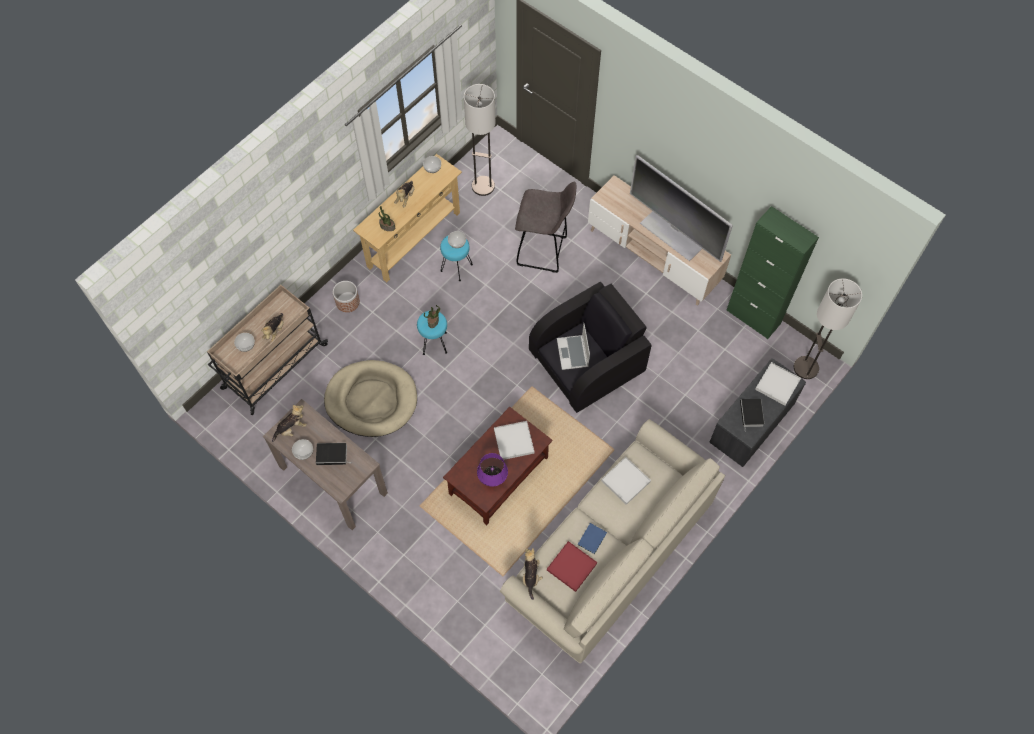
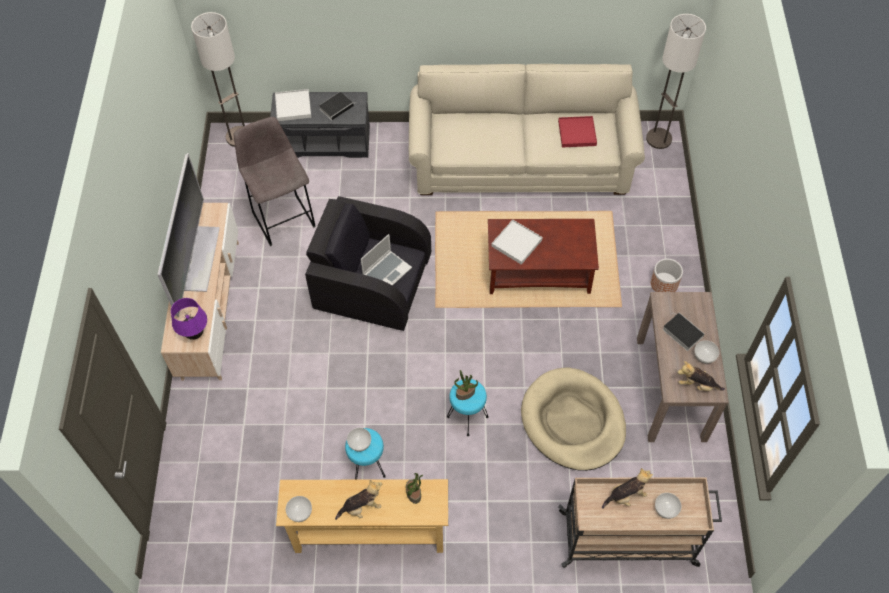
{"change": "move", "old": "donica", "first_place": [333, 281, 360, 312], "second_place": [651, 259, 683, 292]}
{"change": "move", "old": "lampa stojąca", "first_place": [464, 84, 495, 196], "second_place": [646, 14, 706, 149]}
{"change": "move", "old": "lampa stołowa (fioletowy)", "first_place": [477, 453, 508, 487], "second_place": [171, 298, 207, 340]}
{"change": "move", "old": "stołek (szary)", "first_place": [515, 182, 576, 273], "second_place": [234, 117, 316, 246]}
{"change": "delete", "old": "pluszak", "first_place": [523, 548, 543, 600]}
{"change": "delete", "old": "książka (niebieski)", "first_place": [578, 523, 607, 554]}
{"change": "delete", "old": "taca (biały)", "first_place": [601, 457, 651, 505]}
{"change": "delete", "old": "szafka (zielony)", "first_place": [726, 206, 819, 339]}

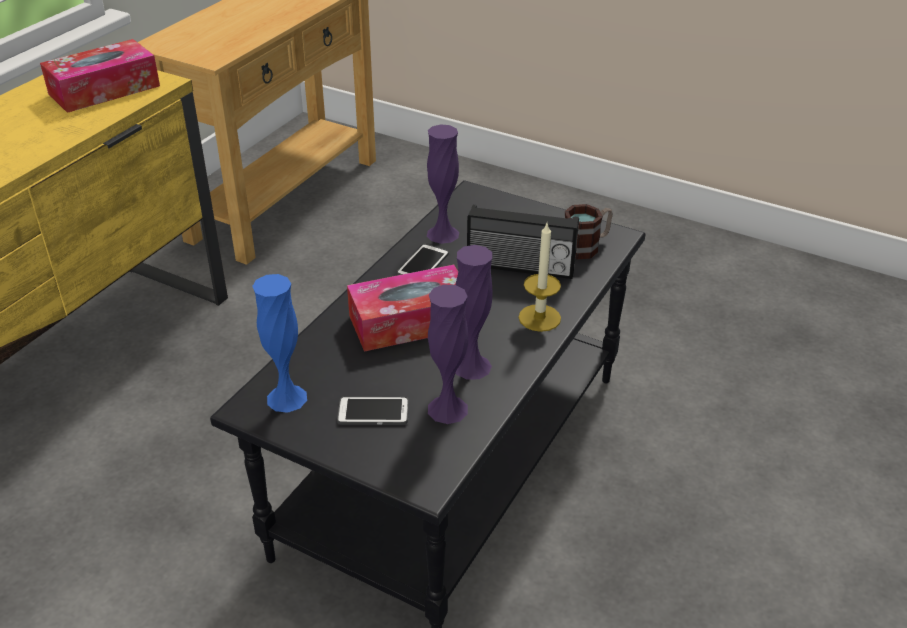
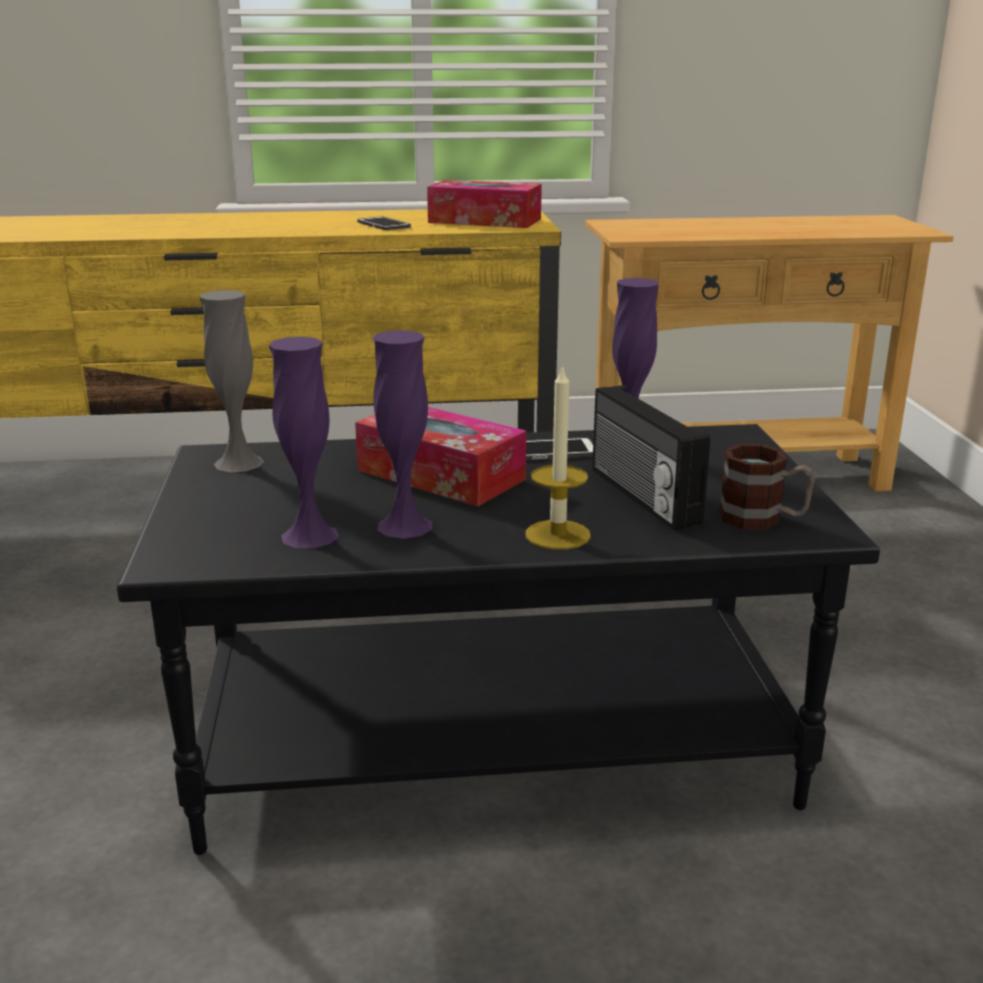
{"change": "recolor", "old": "wazon (niebieski)", "new": "wazon (szary)", "first_place": [252, 274, 307, 413], "second_place": [199, 290, 264, 472]}
{"change": "move", "old": "telefon", "first_place": [337, 396, 409, 425], "second_place": [357, 216, 411, 230]}

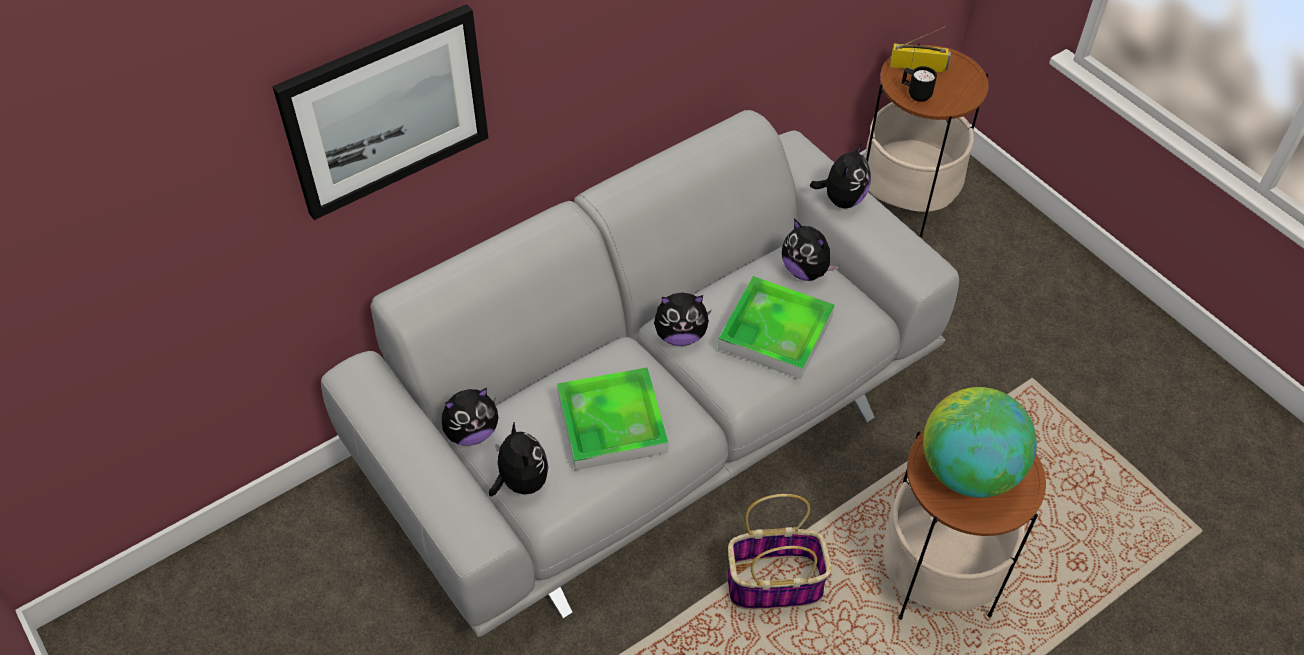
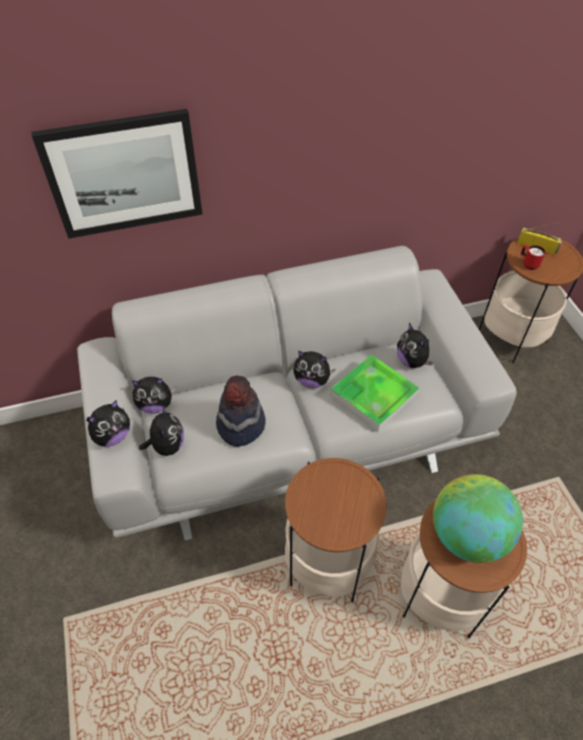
{"change": "replace", "old": "taca", "new": "kapelusz", "first_place": [557, 368, 669, 471], "second_place": [216, 375, 266, 447]}
{"change": "replace", "old": "koszyk", "new": "stolik", "first_place": [727, 494, 832, 610], "second_place": [285, 458, 387, 602]}
{"change": "move", "old": "pluszak", "first_place": [810, 143, 871, 208], "second_place": [87, 400, 130, 446]}
{"change": "recolor", "old": "kubek (czarny)", "new": "kubek (czerwony)", "first_place": [902, 66, 937, 102], "second_place": [520, 244, 546, 270]}

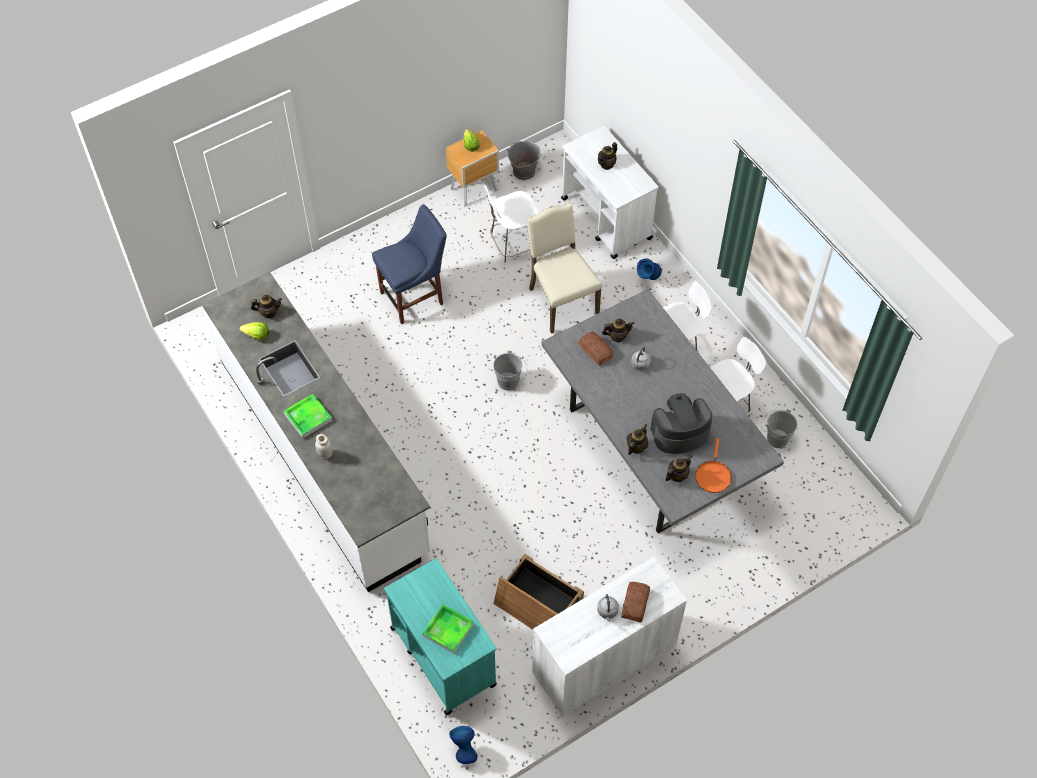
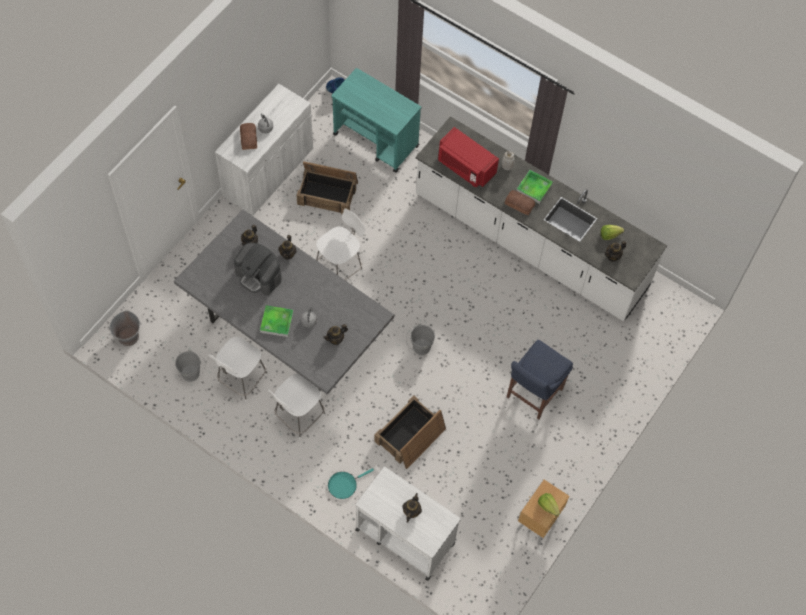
{"change": "move", "old": "taca", "first_place": [422, 604, 474, 654], "second_place": [260, 305, 294, 337]}
{"change": "move", "old": "stołek (biały)", "first_place": [484, 185, 538, 266], "second_place": [316, 208, 365, 280]}
{"change": "move", "old": "wiadro (szary)", "first_place": [507, 141, 542, 180], "second_place": [108, 310, 142, 346]}
{"change": "replace", "old": "krzesło (beżowy)", "new": "skrzynka", "first_place": [526, 202, 602, 334], "second_place": [374, 395, 446, 469]}
{"change": "move", "old": "chleb", "first_place": [578, 332, 614, 366], "second_place": [505, 190, 535, 215]}
{"change": "replace", "old": "wazon (niebieski)", "new": "patelnia (turkusowy)", "first_place": [637, 259, 662, 280], "second_place": [328, 468, 374, 499]}
{"change": "rotate", "old": "ekspres do kawy", "first_place": [650, 393, 713, 454], "second_place": [234, 243, 282, 296], "degrees": 75}
{"change": "delete", "old": "patelnia (pomarańczowy)", "first_place": [695, 438, 732, 493]}
{"change": "insert", "new": "mikrofalówka (czerwony)", "second_place": [438, 127, 499, 187]}

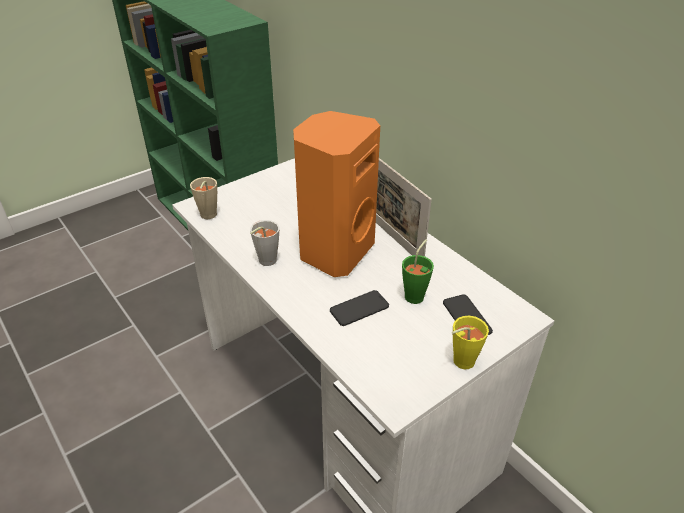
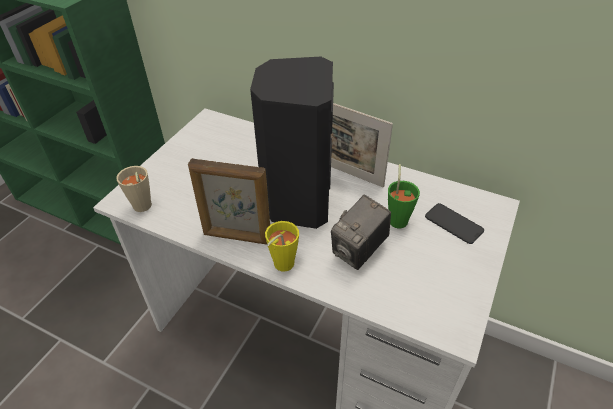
{"change": "replace", "old": "filiżanka (szary)", "new": "ramka na zdjęcie", "first_place": [250, 220, 280, 266], "second_place": [188, 158, 270, 245]}
{"change": "recolor", "old": "głośnik (pomarańczowy)", "new": "głośnik (czarny)", "first_place": [293, 111, 380, 277], "second_place": [250, 56, 334, 229]}
{"change": "replace", "old": "telefon", "new": "aparat fotograficzny", "first_place": [330, 290, 389, 326], "second_place": [331, 195, 391, 270]}
{"change": "move", "old": "filiżanka (żółty)", "first_place": [452, 316, 489, 369], "second_place": [265, 221, 299, 272]}

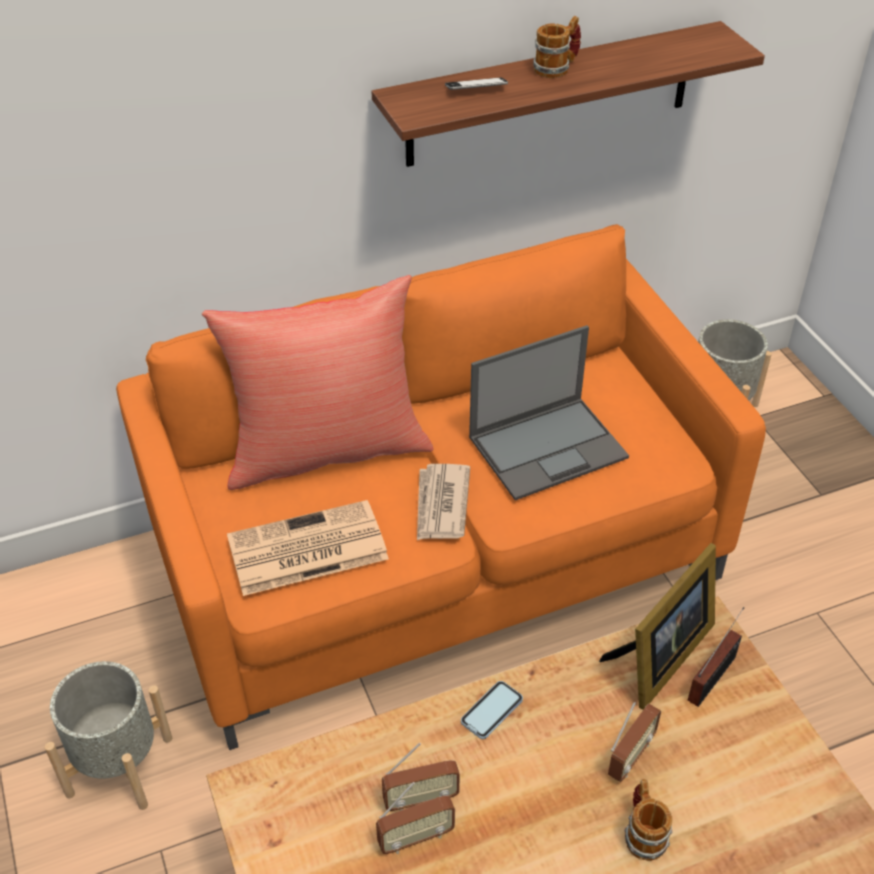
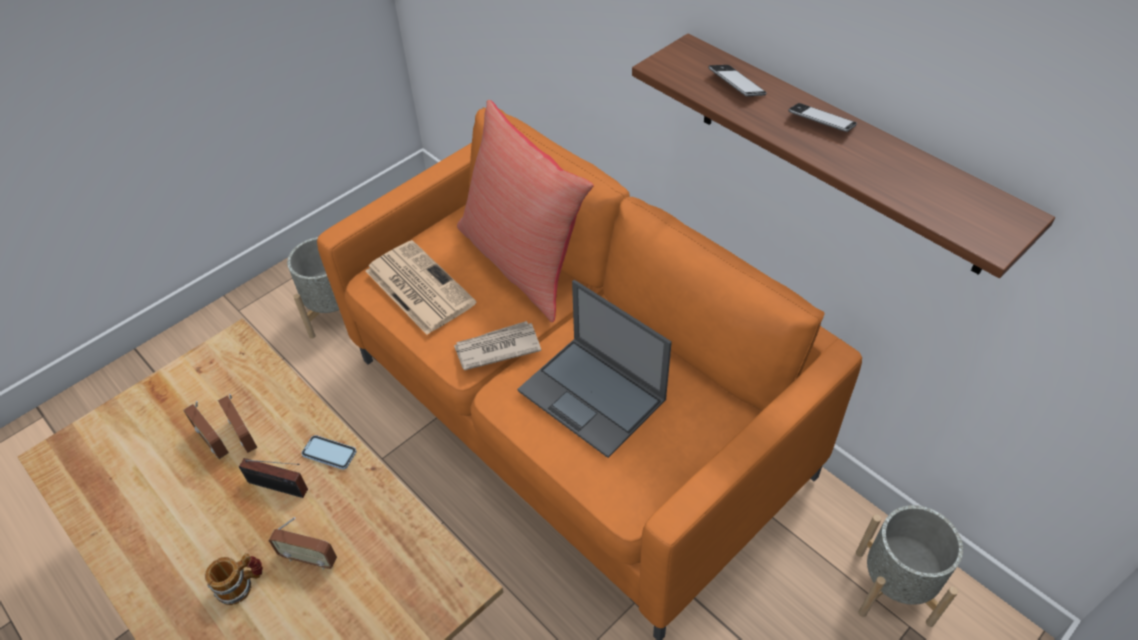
{"change": "replace", "old": "kubek", "new": "telefon", "first_place": [533, 16, 581, 78], "second_place": [788, 103, 857, 132]}
{"change": "delete", "old": "ramka na zdjęcie", "first_place": [599, 543, 716, 710]}
{"change": "move", "old": "radio", "first_place": [688, 607, 745, 707], "second_place": [239, 458, 308, 498]}

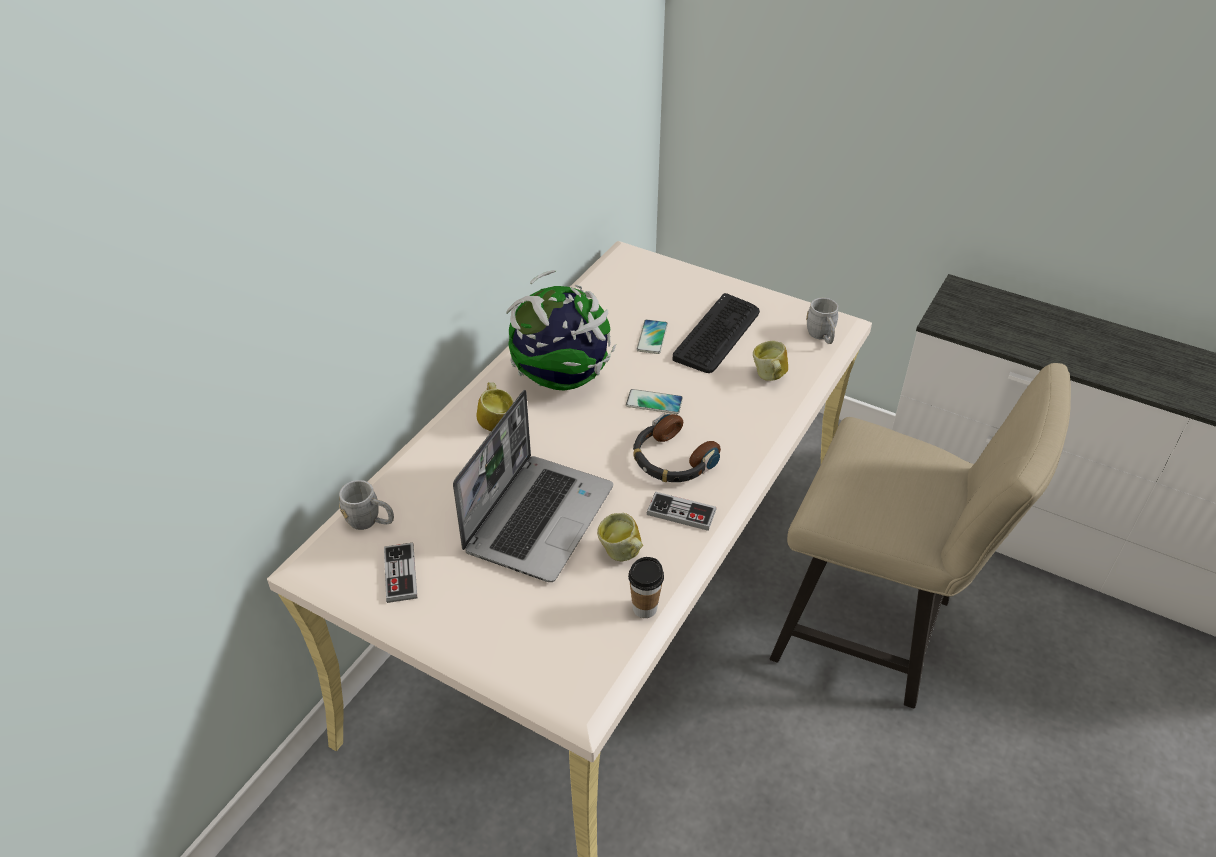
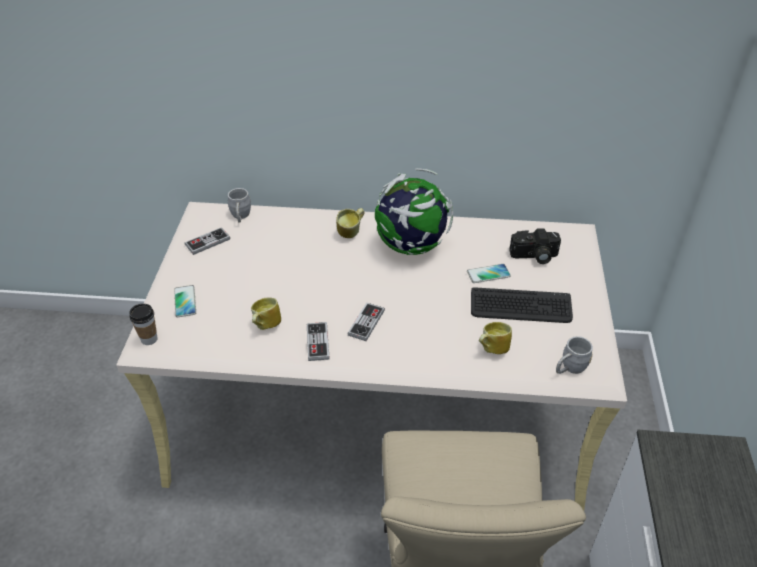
{"change": "delete", "old": "laptop", "first_place": [453, 390, 613, 582]}
{"change": "move", "old": "telefon", "first_place": [626, 389, 683, 414], "second_place": [174, 285, 196, 317]}
{"change": "move", "old": "filiżanka", "first_place": [628, 557, 664, 618], "second_place": [129, 304, 158, 345]}
{"change": "replace", "old": "słuchawki", "new": "pad do gier", "first_place": [633, 414, 721, 482], "second_place": [348, 302, 385, 341]}
{"change": "insert", "new": "aparat fotograficzny", "second_place": [509, 228, 561, 264]}

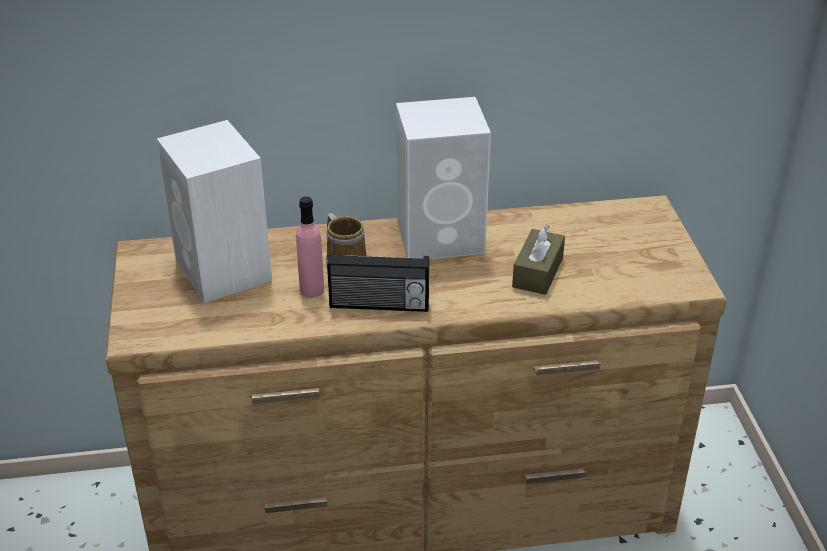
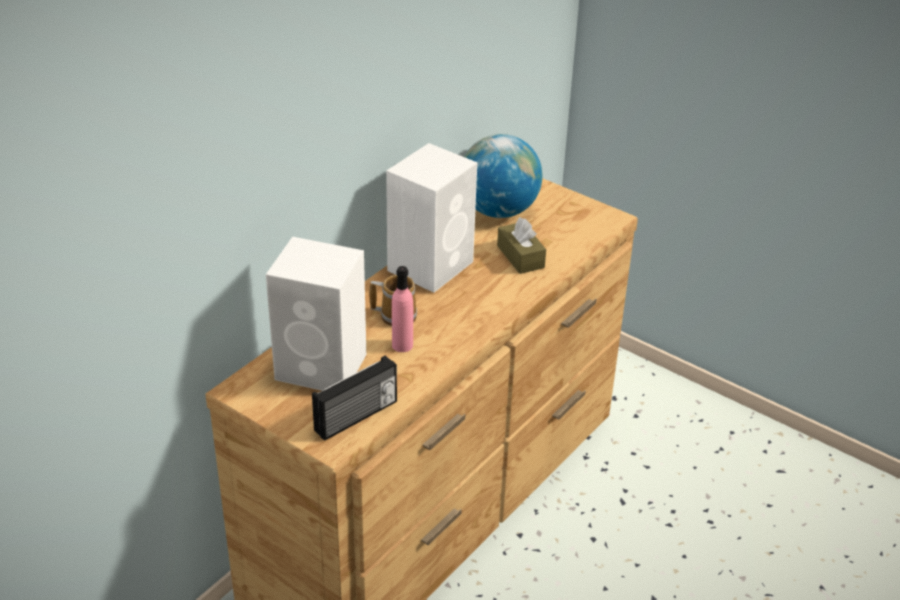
{"change": "move", "old": "radio", "first_place": [327, 252, 429, 312], "second_place": [312, 356, 397, 441]}
{"change": "insert", "new": "globus", "second_place": [464, 134, 543, 218]}

